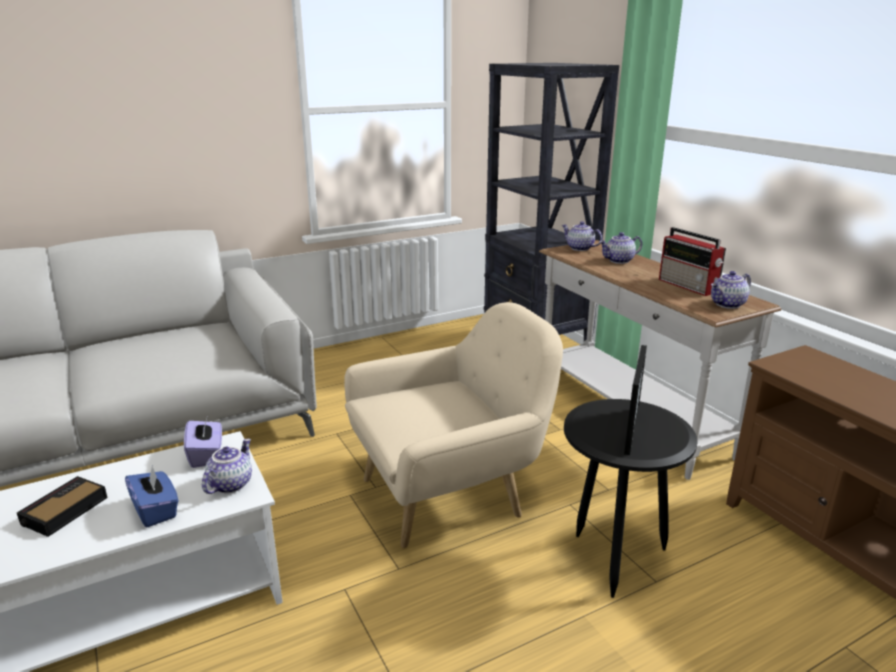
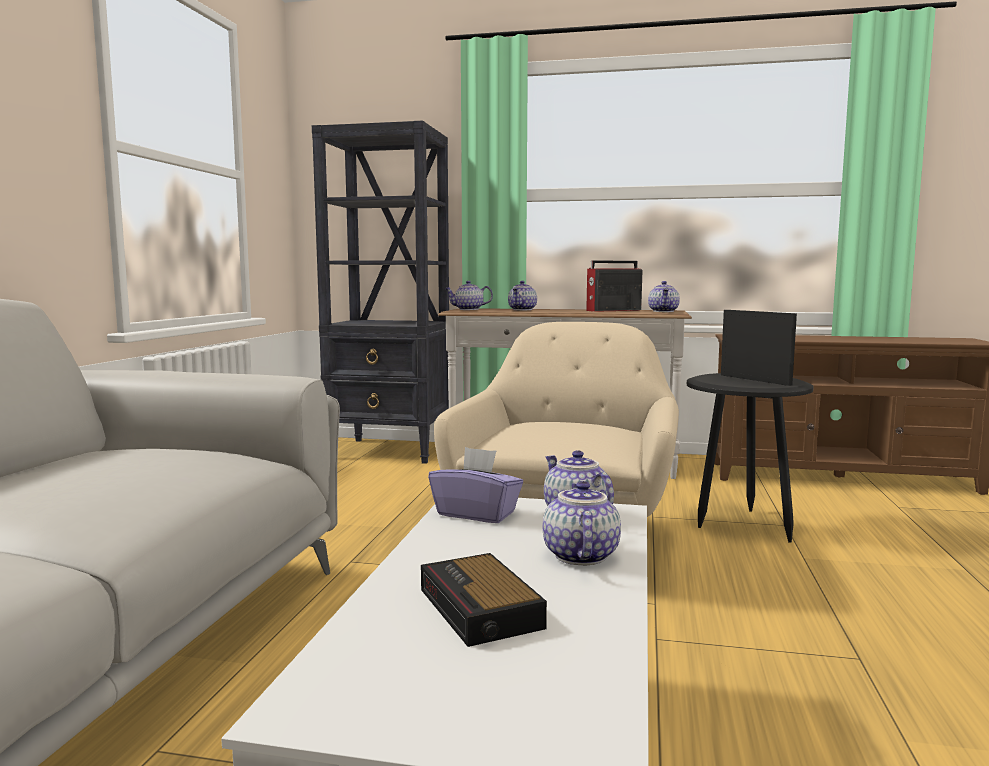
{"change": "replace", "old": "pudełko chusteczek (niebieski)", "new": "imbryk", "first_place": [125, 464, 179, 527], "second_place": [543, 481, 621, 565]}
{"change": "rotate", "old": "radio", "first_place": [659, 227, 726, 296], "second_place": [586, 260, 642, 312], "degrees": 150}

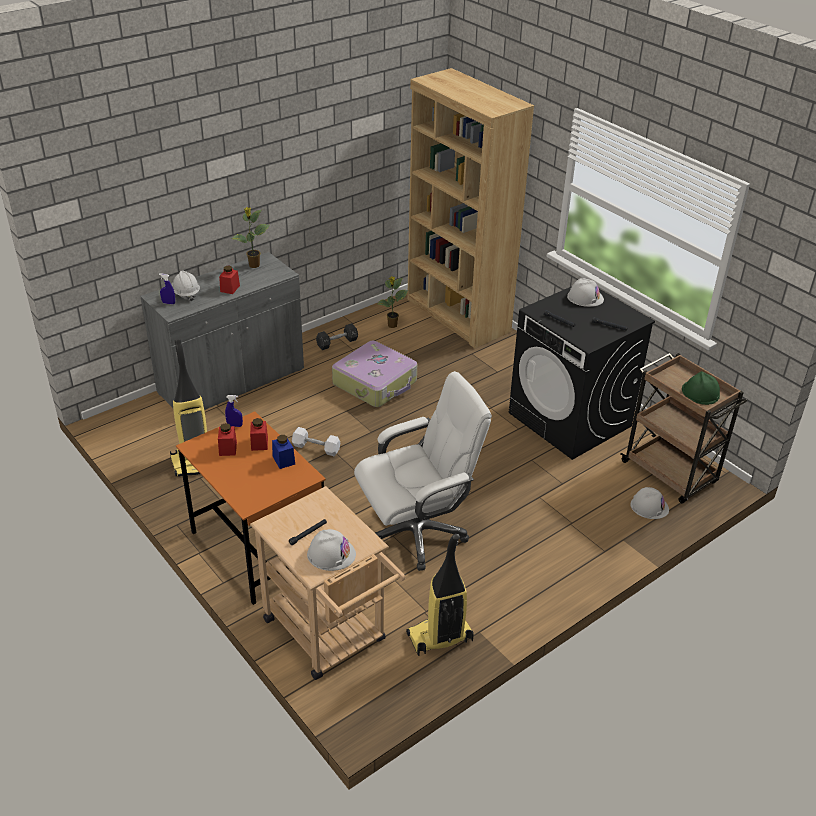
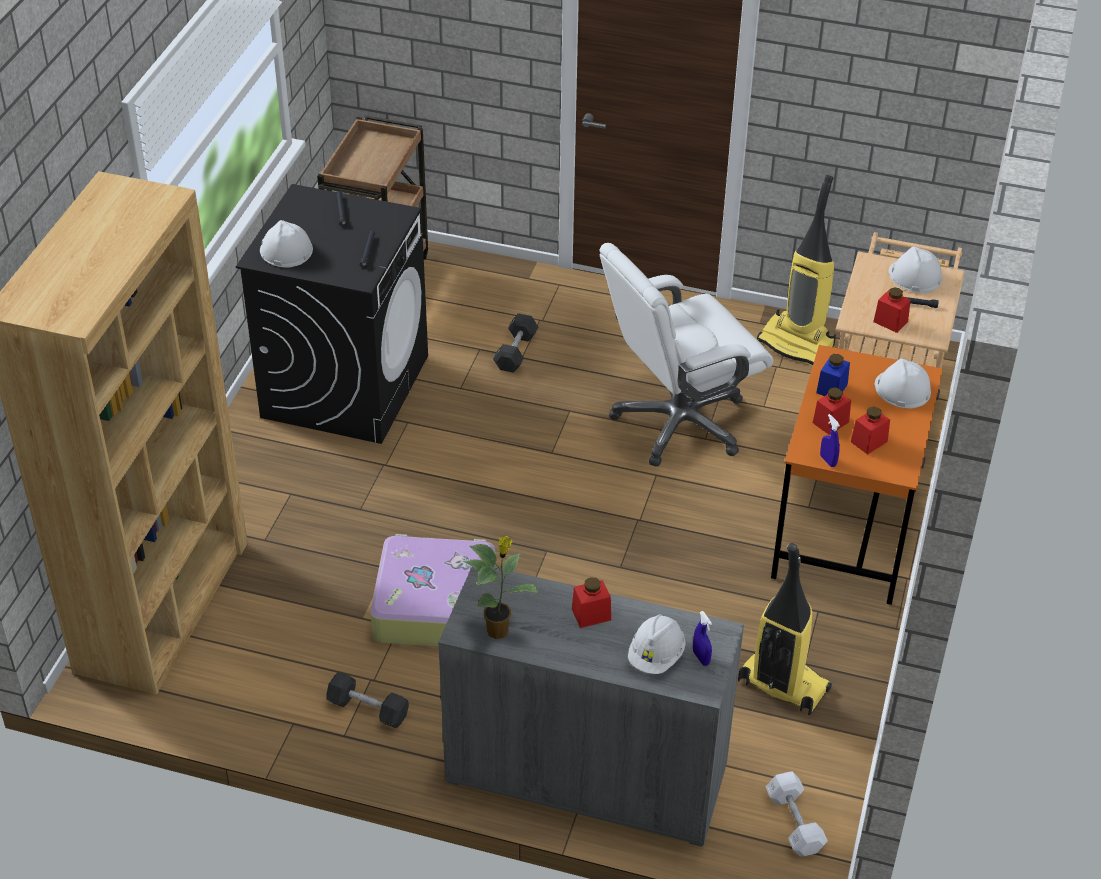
{"change": "move", "old": "hantel (biały)", "first_place": [292, 427, 340, 456], "second_place": [766, 771, 828, 857]}
{"change": "rotate", "old": "krzesło biurowe (biały)", "first_place": [354, 371, 492, 571], "second_place": [599, 243, 773, 467], "degrees": -60}
{"change": "delete", "old": "roślina doniczkowa", "first_place": [377, 276, 408, 328]}
{"change": "move", "old": "kask (biały)", "first_place": [630, 487, 669, 519], "second_place": [875, 358, 931, 408]}
{"change": "delete", "old": "kask (zielony)", "first_place": [682, 371, 720, 405]}
{"change": "insert", "new": "hantel (czarny)", "second_place": [493, 313, 538, 373]}
{"change": "insert", "new": "słoik (czerwony)", "second_place": [873, 287, 911, 333]}

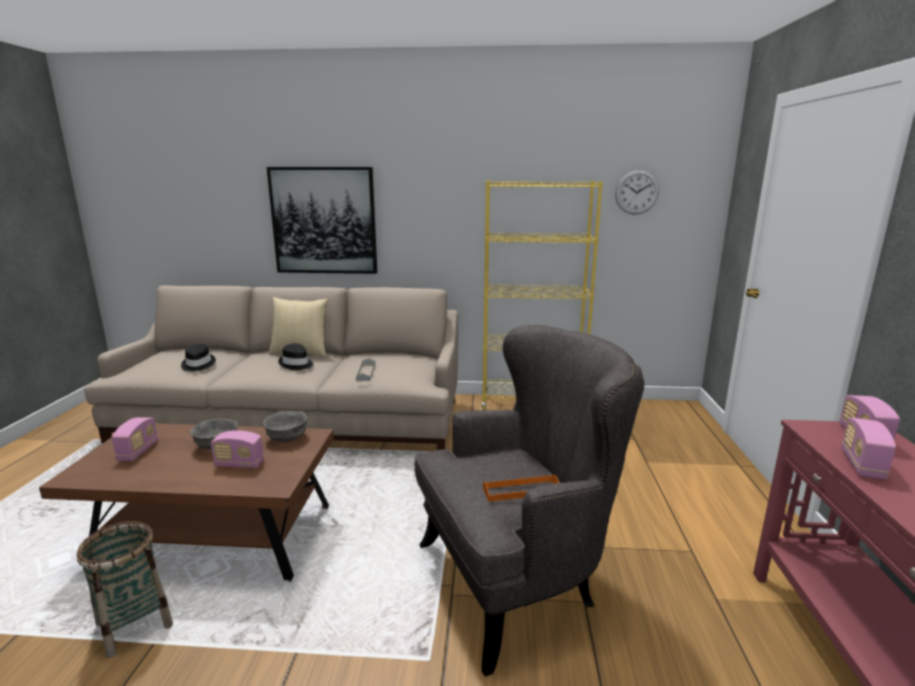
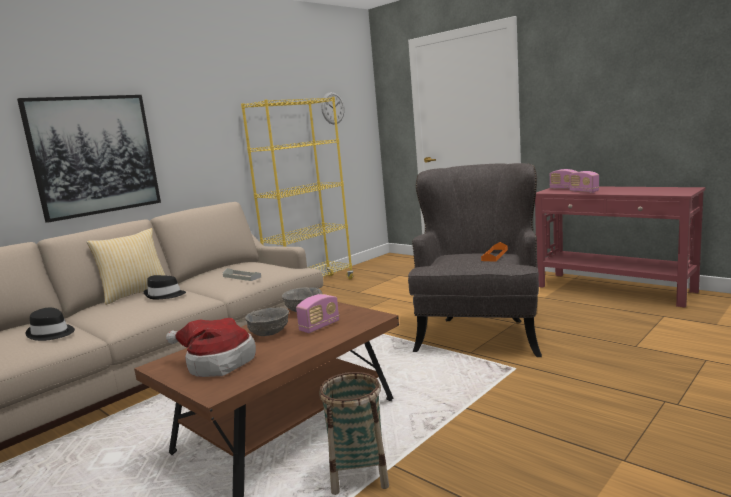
{"change": "replace", "old": "radio", "new": "kapelusz", "first_place": [112, 417, 158, 461], "second_place": [166, 318, 256, 377]}

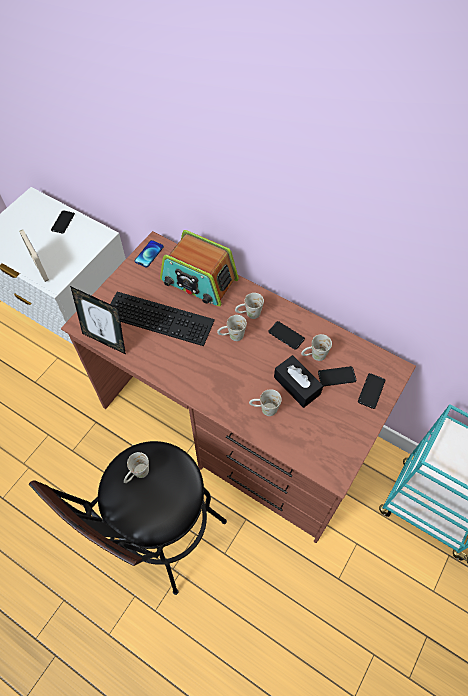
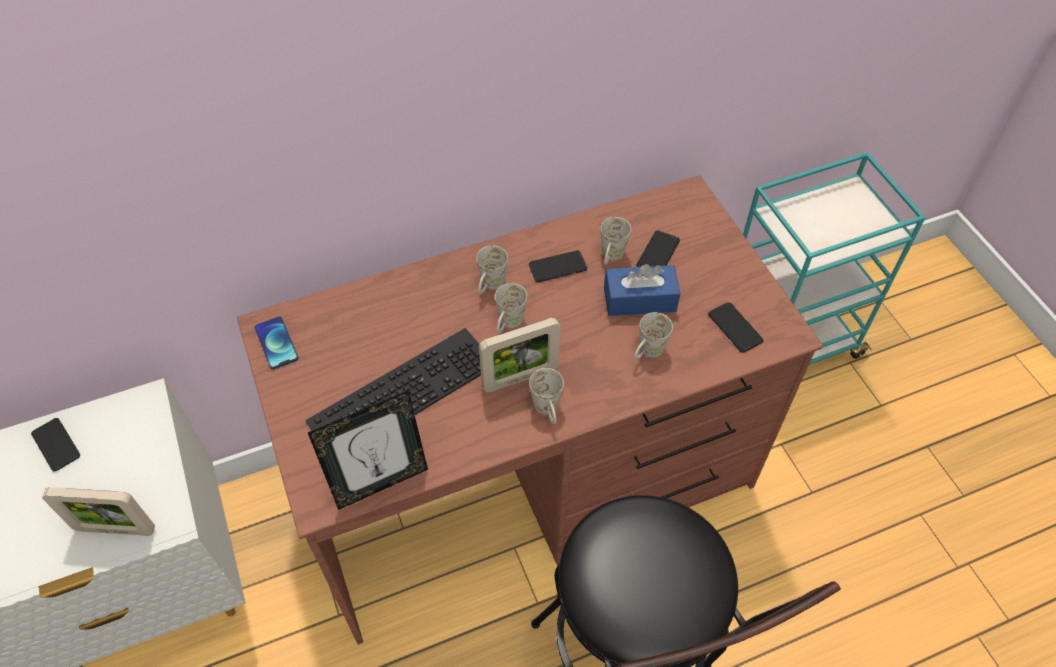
{"change": "move", "old": "kubek (biały)", "first_place": [124, 452, 149, 483], "second_place": [529, 368, 564, 424]}
{"change": "delete", "old": "radio", "first_place": [160, 230, 239, 307]}
{"change": "recolor", "old": "pudełko chusteczek (czarny)", "new": "pudełko chusteczek (niebieski)", "first_place": [274, 355, 323, 408], "second_place": [604, 264, 681, 316]}
{"change": "move", "old": "telefon", "first_place": [358, 373, 385, 409], "second_place": [708, 302, 763, 353]}
{"change": "insert", "new": "ramka na zdjęcie", "second_place": [479, 318, 561, 392]}

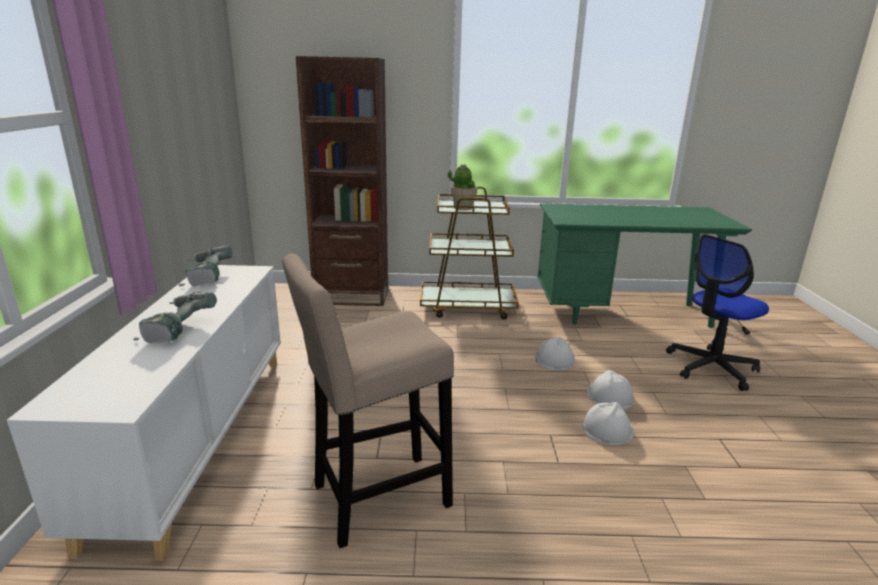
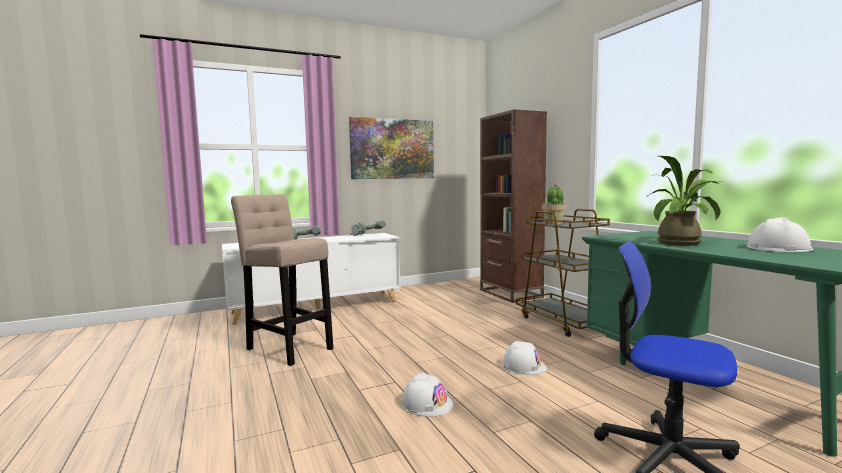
{"change": "move", "old": "kask (biały)", "first_place": [587, 370, 633, 410], "second_place": [747, 217, 813, 252]}
{"change": "insert", "new": "obraz", "second_place": [349, 117, 434, 179]}
{"change": "insert", "new": "roślina doniczkowa", "second_place": [646, 156, 721, 246]}

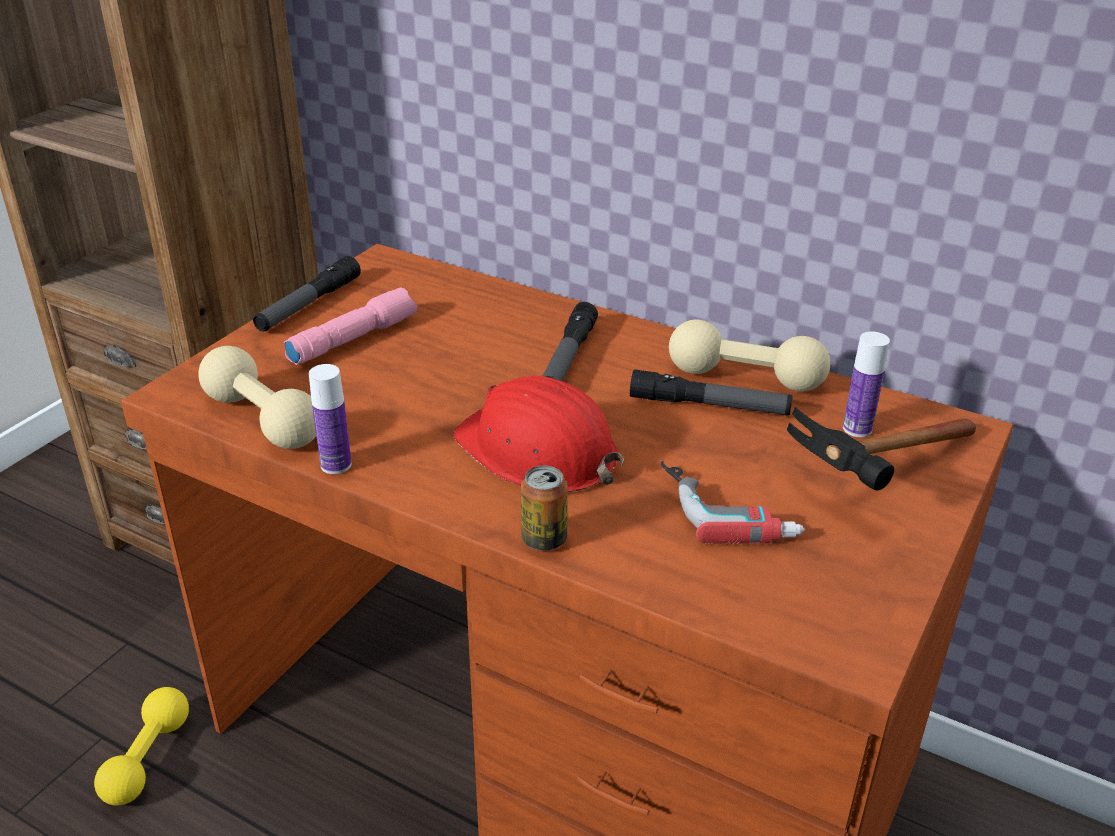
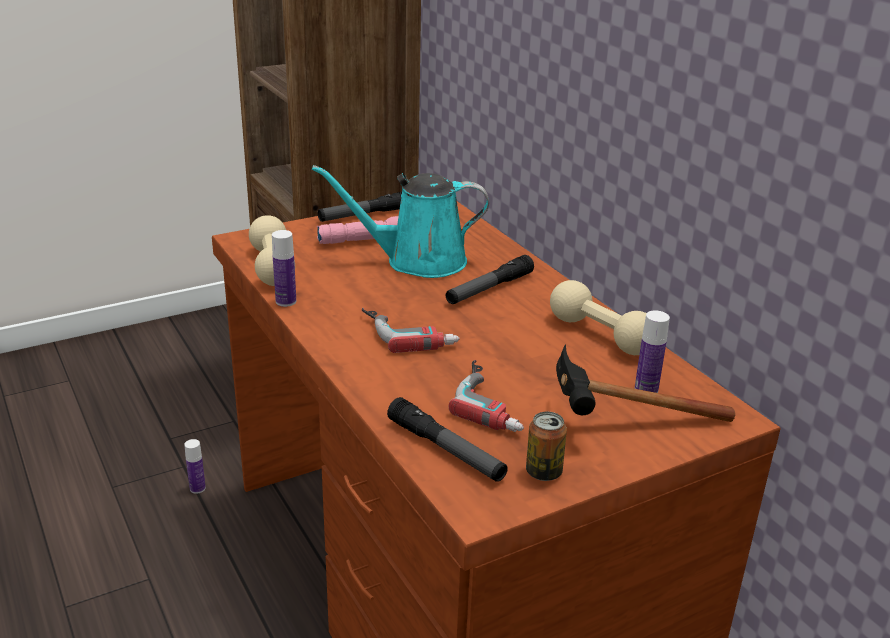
{"change": "replace", "old": "hantel (żółty)", "new": "butelka", "first_place": [94, 687, 189, 806], "second_place": [184, 439, 206, 494]}
{"change": "replace", "old": "kask (czerwony)", "new": "wiertarka", "first_place": [453, 376, 624, 492], "second_place": [362, 308, 459, 353]}
{"change": "move", "old": "puszka", "first_place": [521, 466, 568, 551], "second_place": [526, 412, 567, 481]}
{"change": "move", "old": "latarka", "first_place": [630, 369, 793, 416], "second_place": [387, 397, 508, 482]}
{"change": "insert", "new": "konewka (turkusowy)", "second_place": [312, 165, 489, 278]}

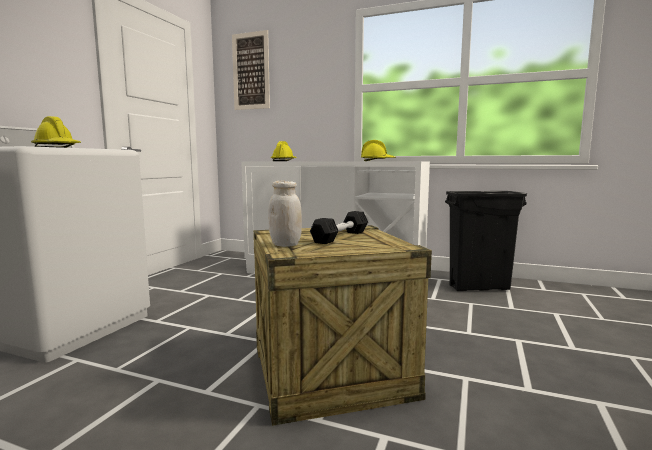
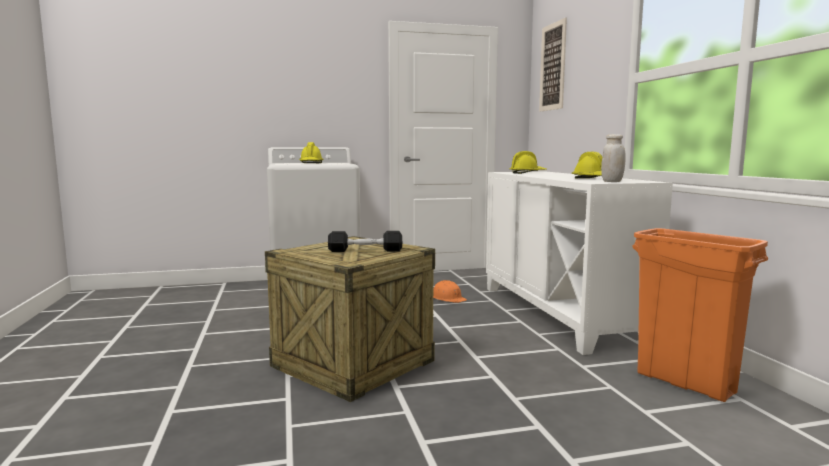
{"change": "move", "old": "słoik (biały)", "first_place": [268, 181, 302, 247], "second_place": [601, 134, 626, 182]}
{"change": "recolor", "old": "kosz na śmieci (czarny)", "new": "kosz na śmieci (pomarańczowy)", "first_place": [445, 191, 527, 291], "second_place": [632, 228, 768, 402]}
{"change": "insert", "new": "kask (pomarańczowy)", "second_place": [433, 280, 467, 303]}

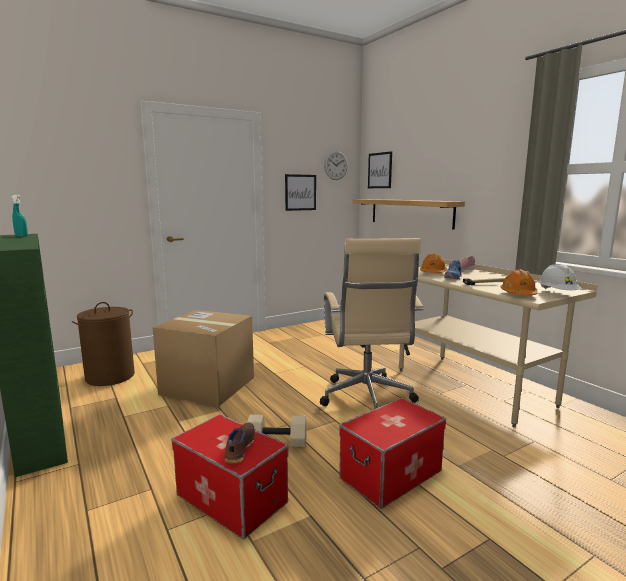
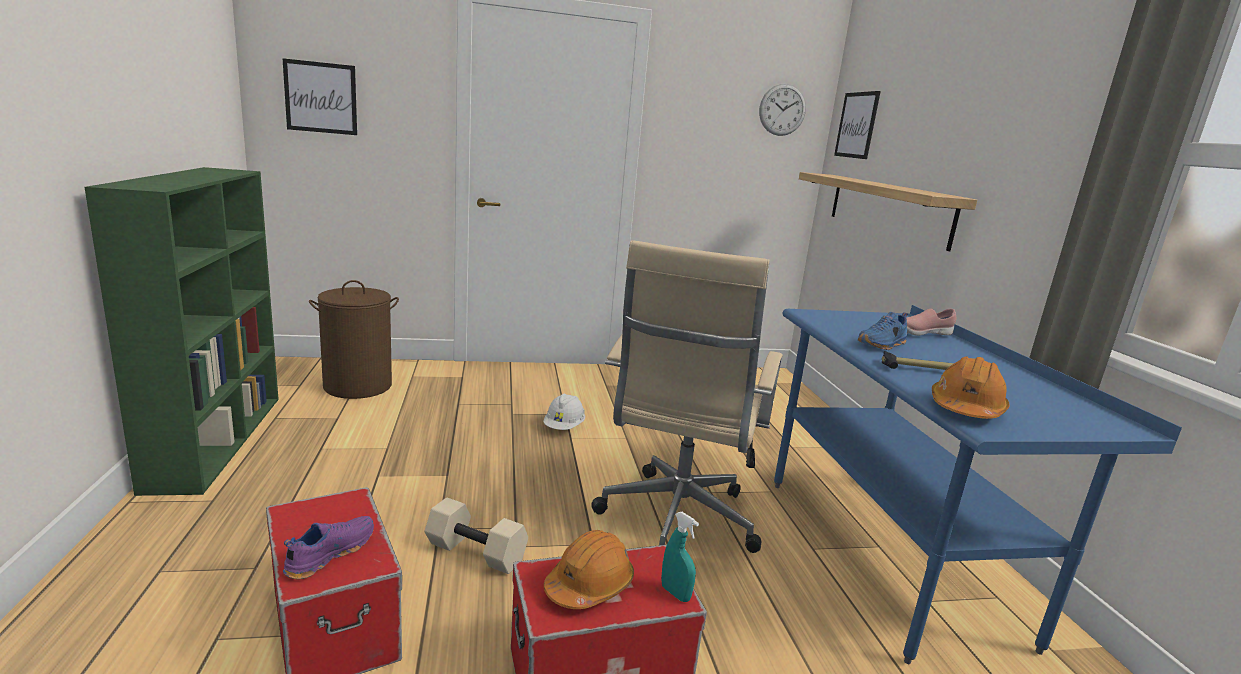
{"change": "move", "old": "spryskiwacz (turkusowy)", "first_place": [12, 195, 28, 237], "second_place": [661, 512, 699, 602]}
{"change": "delete", "old": "karton", "first_place": [153, 310, 254, 407]}
{"change": "recolor", "old": "but (brązowy)", "new": "but (fioletowy)", "first_place": [225, 423, 255, 464], "second_place": [283, 516, 374, 579]}
{"change": "move", "old": "obraz", "first_place": [285, 174, 316, 211], "second_place": [282, 58, 357, 135]}
{"change": "recolor", "old": "biurko (beżowy)", "new": "biurko (niebieski)", "first_place": [399, 259, 598, 428], "second_place": [774, 305, 1182, 664]}
{"change": "move", "old": "kask (pomarańczowy)", "first_place": [420, 253, 447, 273], "second_place": [544, 530, 634, 609]}
{"change": "move", "old": "kask (biały)", "first_place": [538, 265, 581, 290], "second_place": [543, 394, 585, 430]}

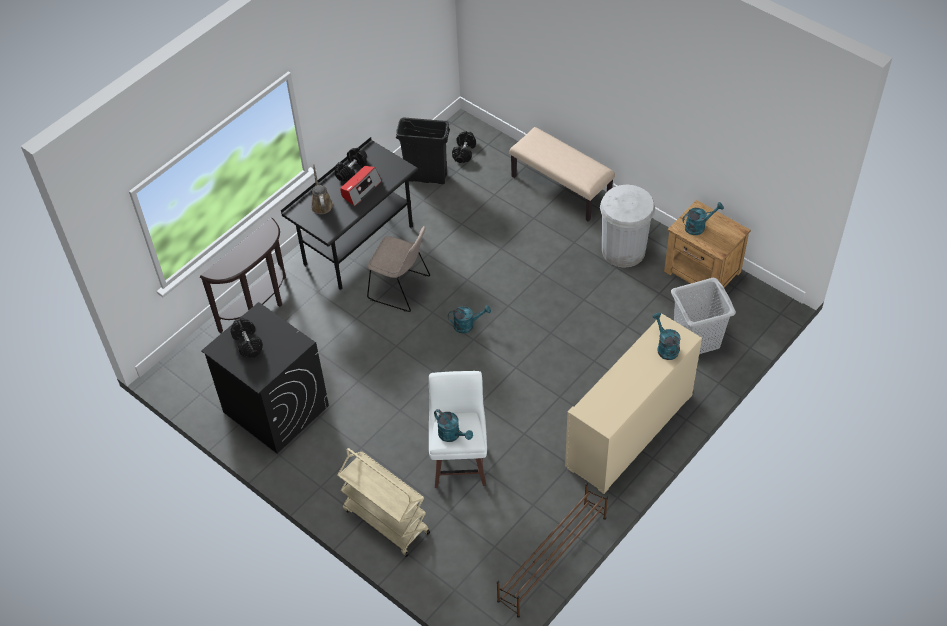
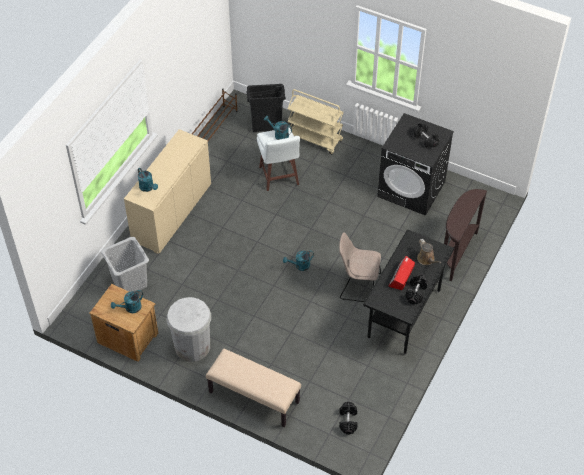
{"change": "move", "old": "kosz na śmieci (czarny)", "first_place": [396, 117, 450, 184], "second_place": [246, 84, 286, 132]}

